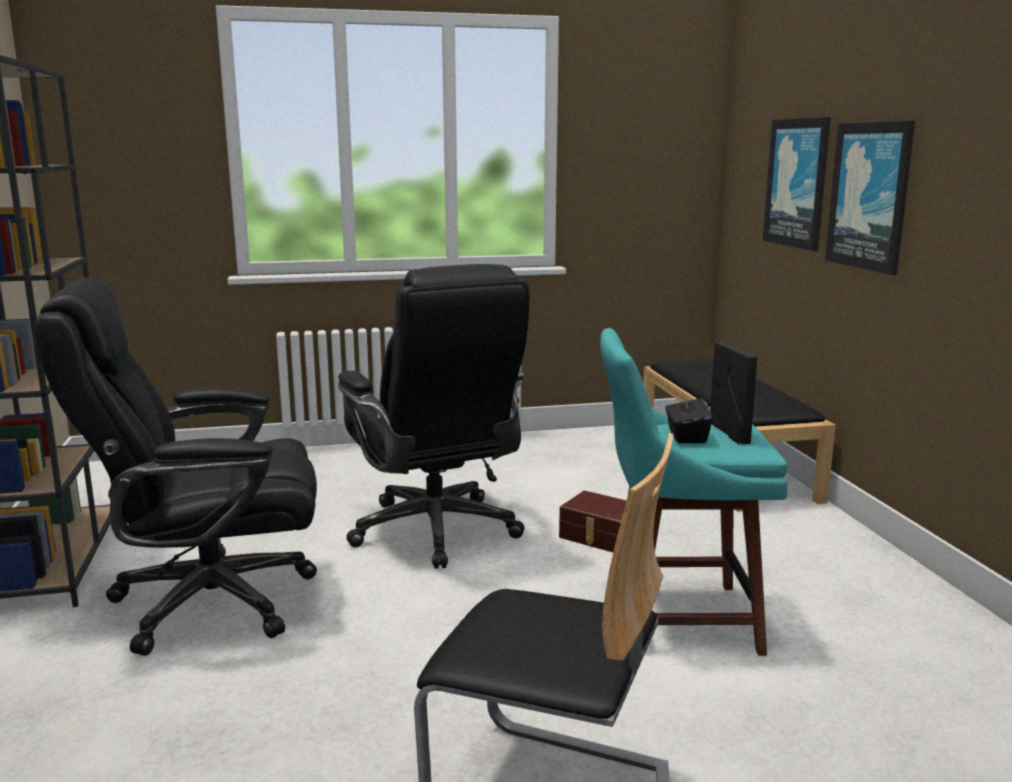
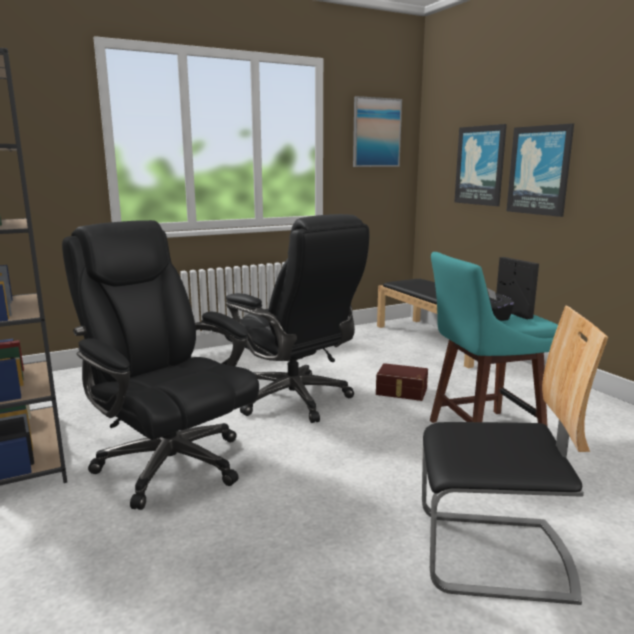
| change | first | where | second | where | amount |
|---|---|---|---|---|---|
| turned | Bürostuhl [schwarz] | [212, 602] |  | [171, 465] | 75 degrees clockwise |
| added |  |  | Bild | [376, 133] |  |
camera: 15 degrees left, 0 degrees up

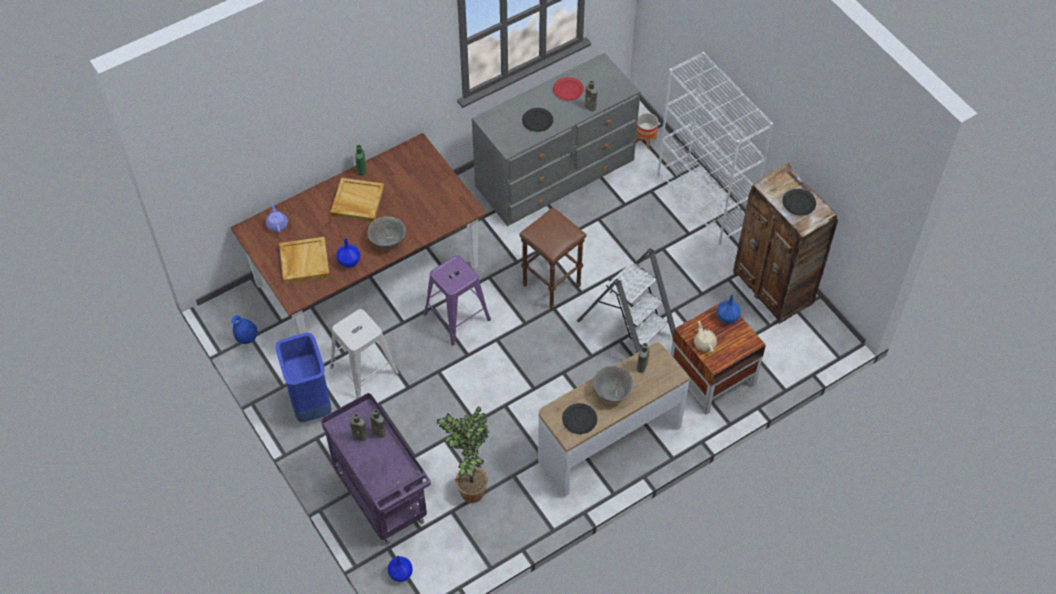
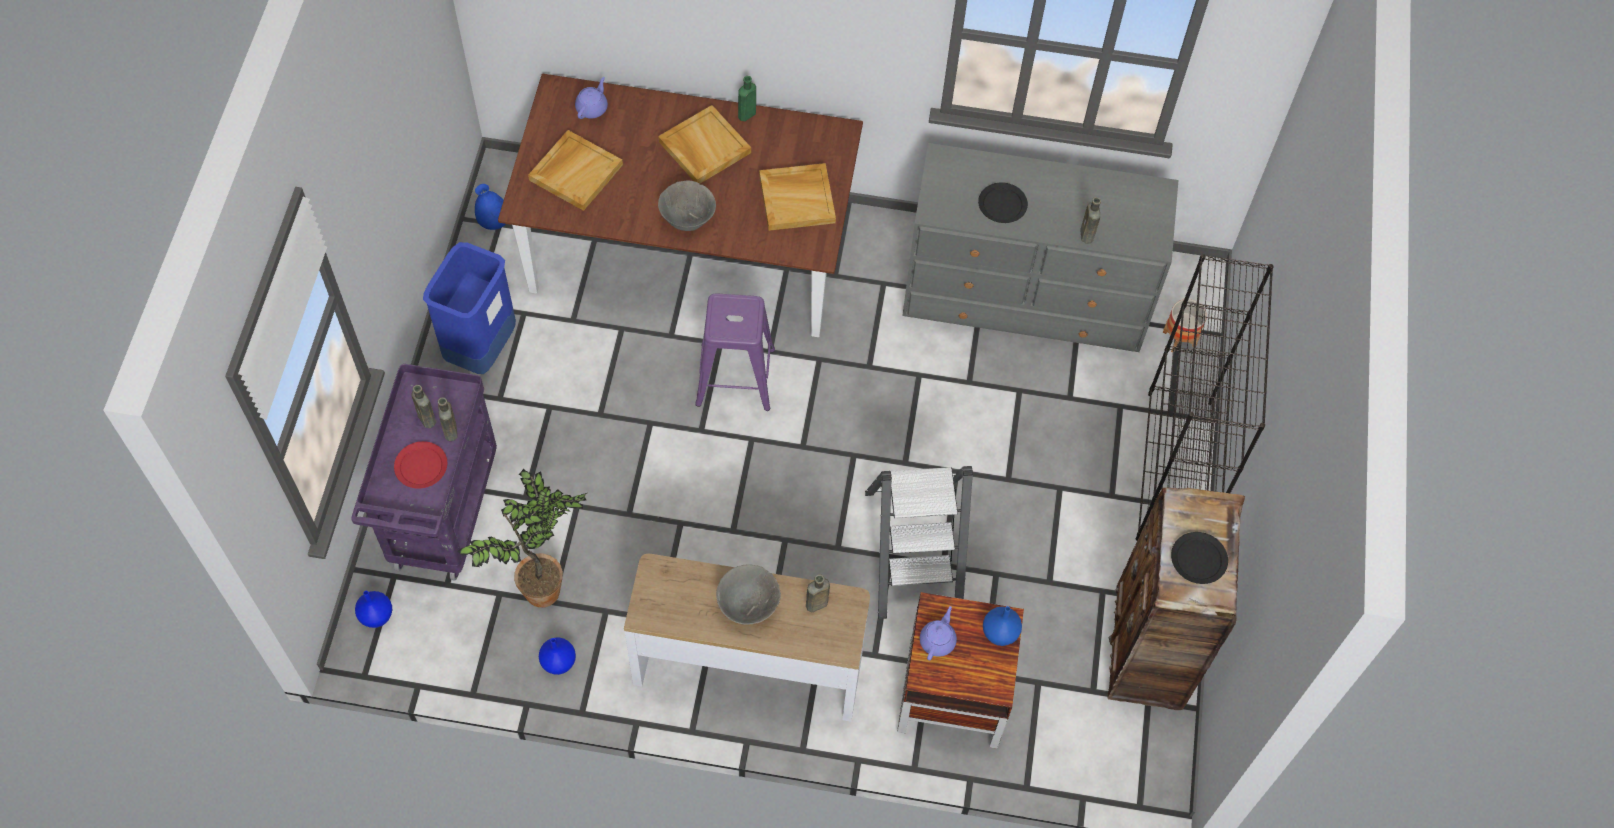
| change | first | where | second | where | amount |
|---|---|---|---|---|---|
| moved | Teller [rot] | [568, 90] |  | [421, 466] |  |
| moved | Vase [blau] | [349, 262] |  | [558, 663] |  |
| added |  |  | Tablett [beige] | [797, 198] |  |
| recoloured | Teekanne [beige] | [704, 343] | Teekanne [lila] | [937, 640] |  |
| recoloured | Bücherregal [weiß] | [704, 201] | Bücherregal [schwarz] | [1174, 471] |  |
| removed | Hocker [weiß] | [364, 370] |  |  |  |
| removed | Hocker [braun] | [553, 284] |  |  |  |
| removed | Teller [schwarz] | [579, 419] |  |  |  |
camera: 40 degrees right, 5 degrees up

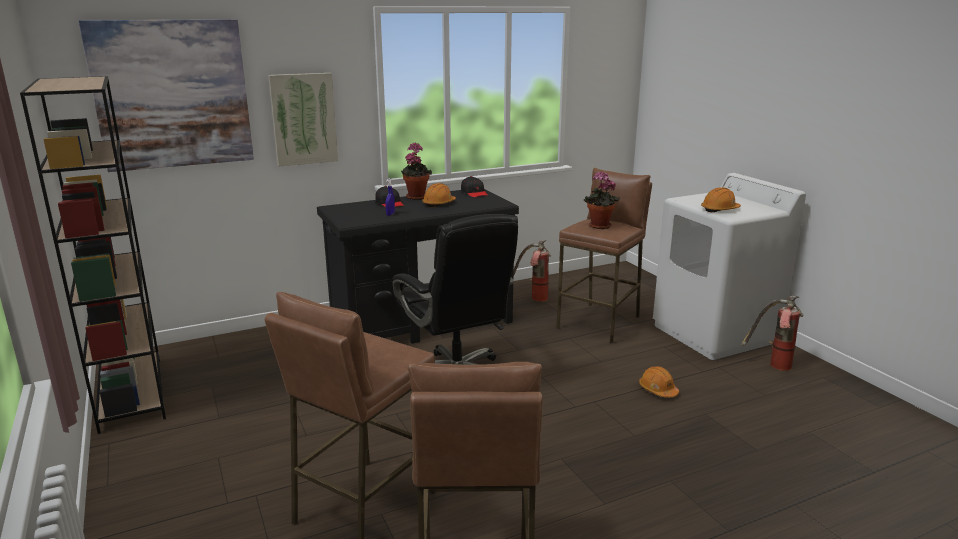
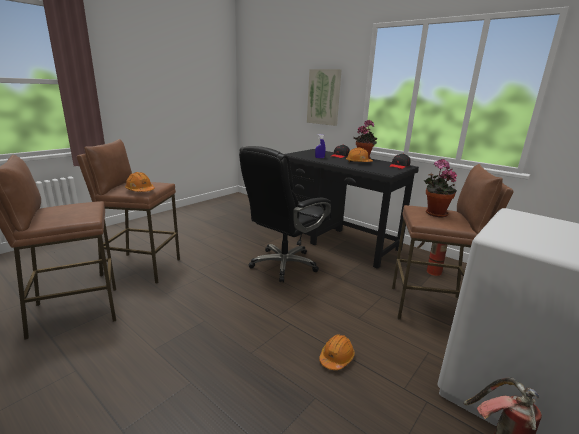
| change | first | where | second | where | amount |
|---|---|---|---|---|---|
| moved | Schutzhelm [orange] | [719, 210] |  | [140, 190] |  |
| removed | Bücherregal [beige] | [131, 394] |  |  |  |
| removed | Bild | [172, 94] |  |  |  |
camera: 65 degrees right, 0 degrees up

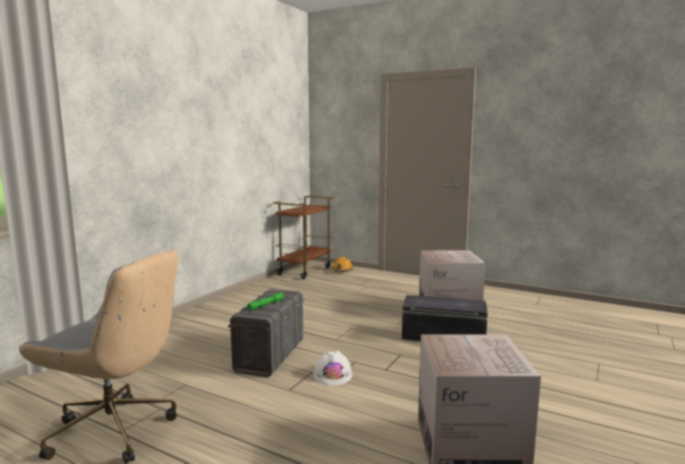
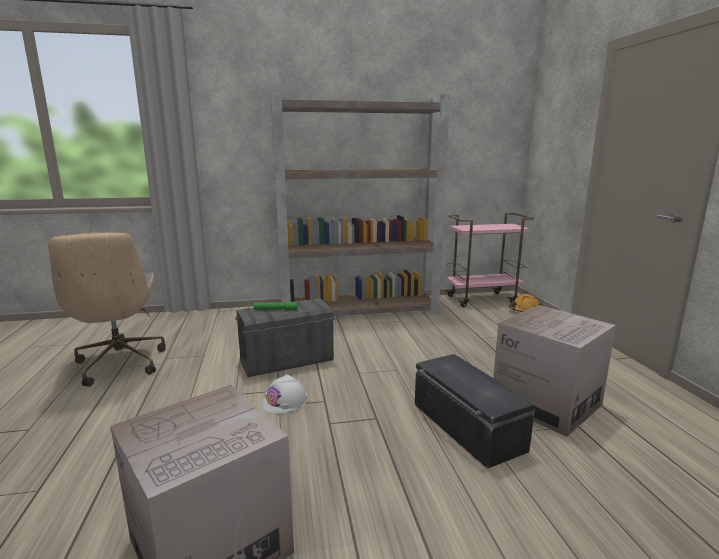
| change | first | where | second | where | amount |
|---|---|---|---|---|---|
| added |  |  | Bücherregal [braun] | [358, 309] |  |
| recoloured | Rollwagen [braun] | [305, 271] | Rollwagen [rosa] | [483, 299] |  |
camera: 50 degrees right, 5 degrees up

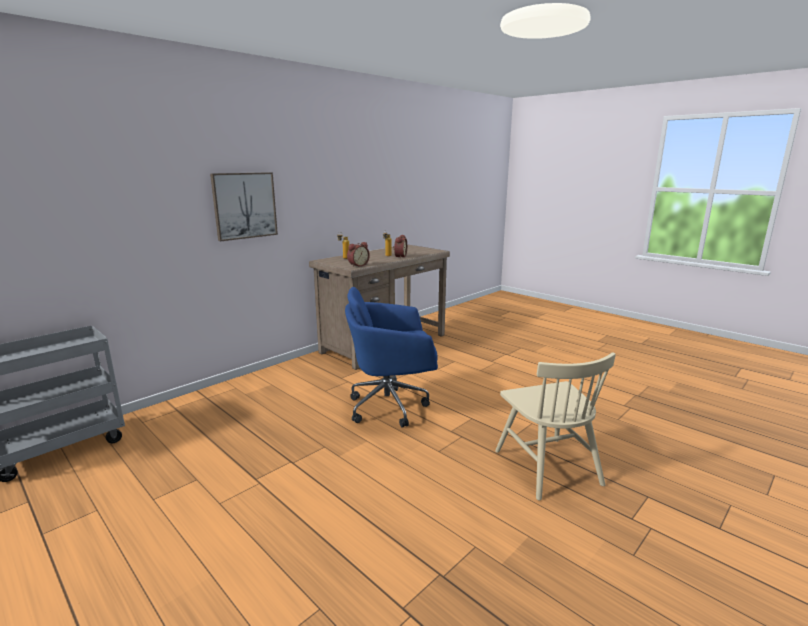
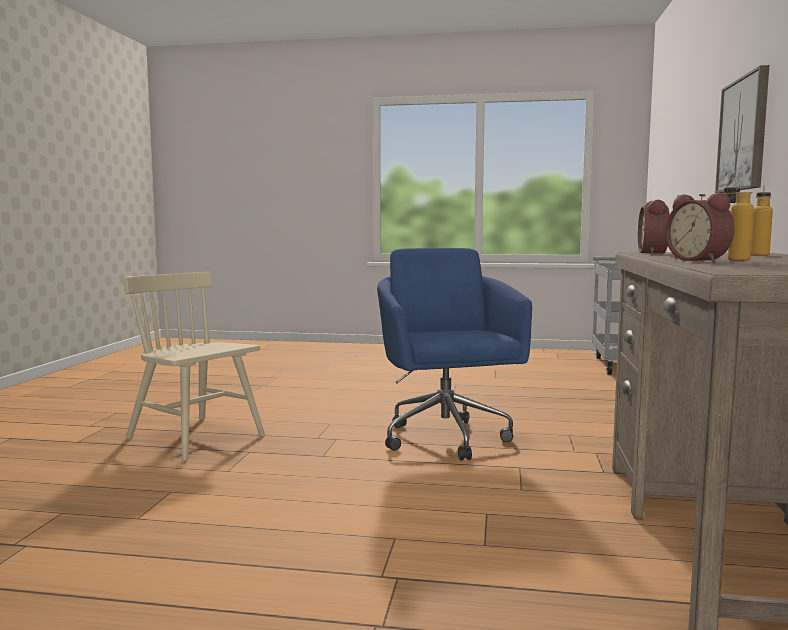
| change | first | where | second | where | amount |
|---|---|---|---|---|---|
| turned | Bürostuhl [blau] | [391, 407] |  | [447, 441] | 60 degrees counterclockwise |
camera: 145 degrees right, 10 degrees down

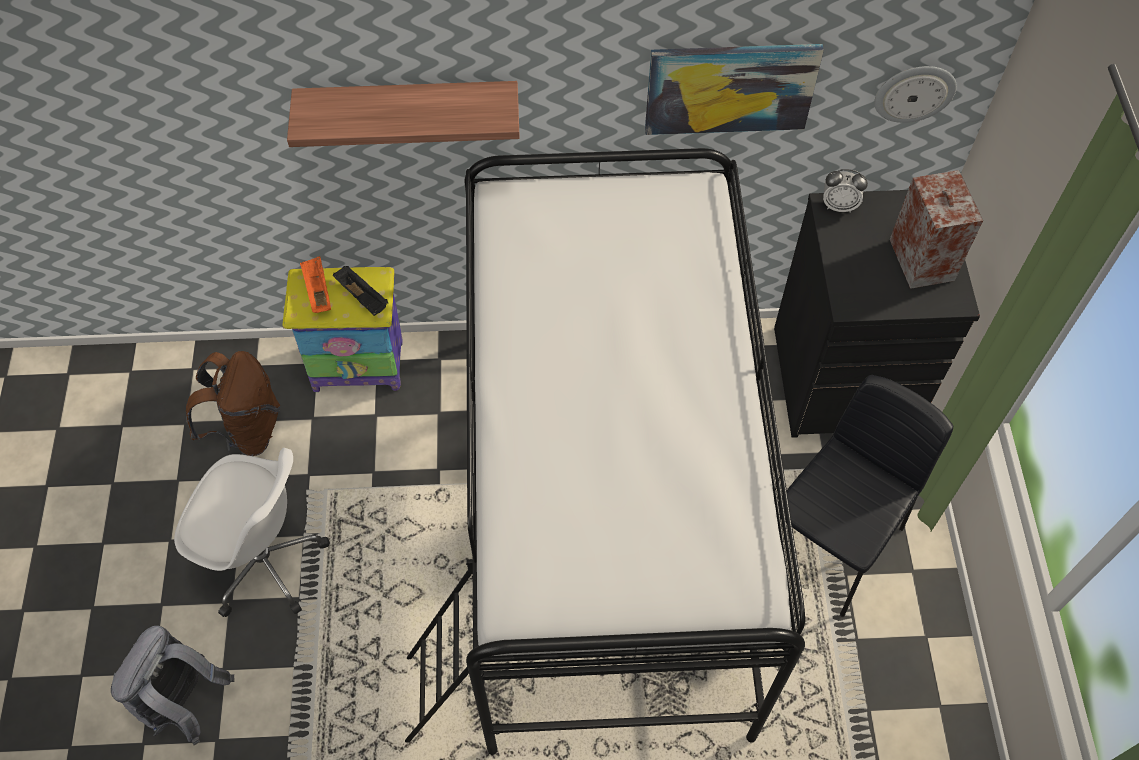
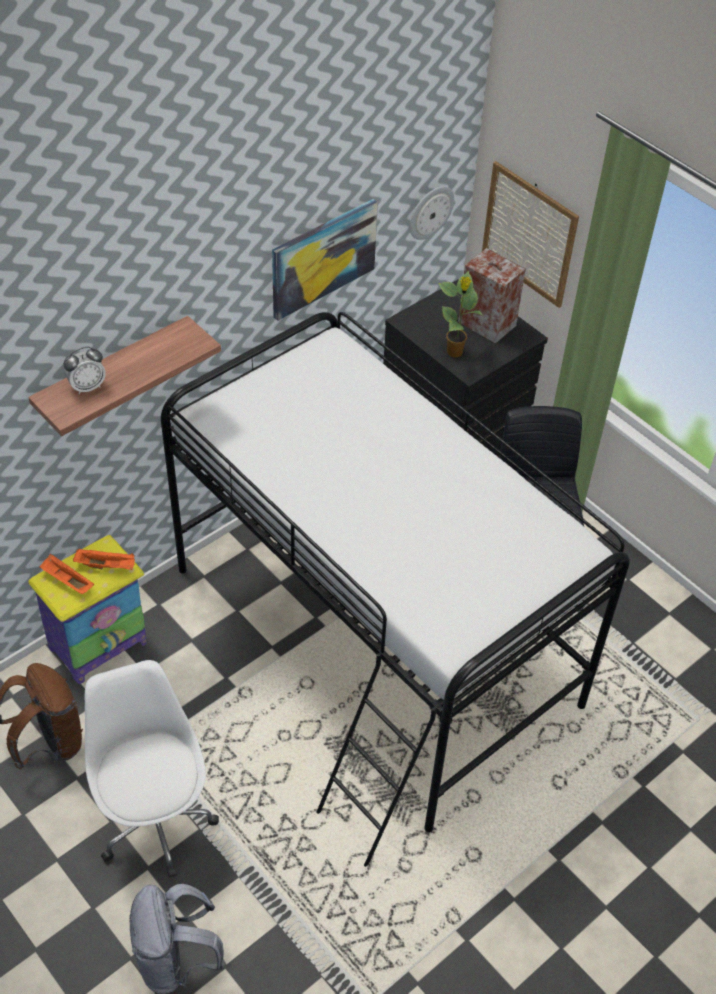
| change | first | where | second | where | amount |
|---|---|---|---|---|---|
| moved | Wecker | [839, 205] |  | [87, 386] |  |
| recoloured | Tablett [schwarz] | [363, 297] | Tablett [orange] | [106, 565] |  |
| turned | Bürostuhl [weiß] | [270, 565] |  | [156, 822] | 90 degrees counterclockwise |
| added |  |  | Topfpflanze | [455, 352] |  |
| added |  |  | Bild | [529, 232] |  |
camera: 40 degrees left, 10 degrees down

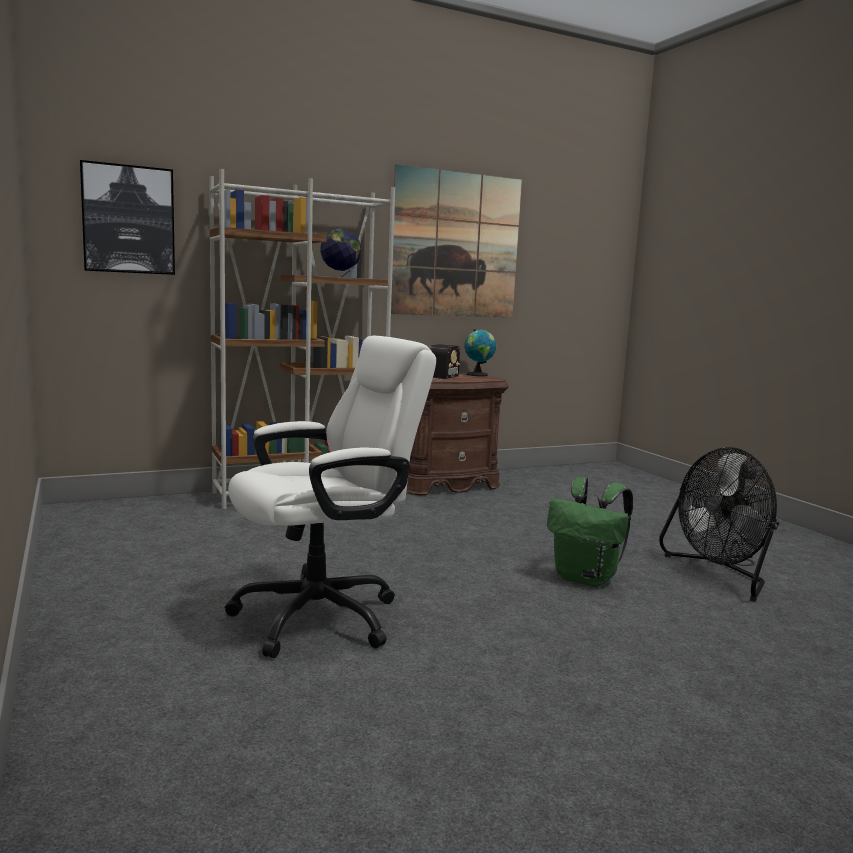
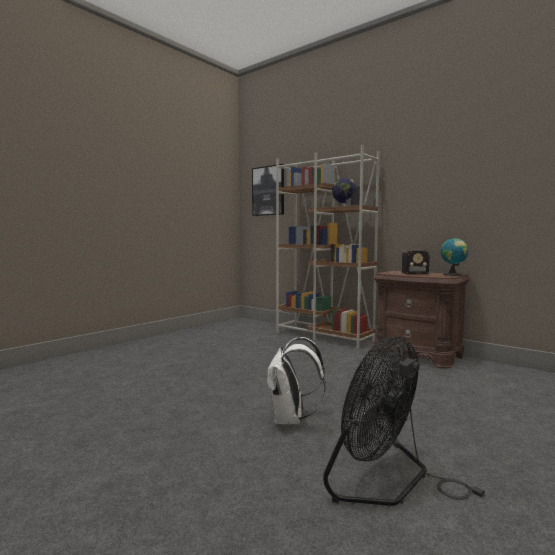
| change | first | where | second | where | amount |
|---|---|---|---|---|---|
| recoloured | Rucksack [grün] | [586, 578] | Rucksack [weiß] | [291, 419] |  |
| removed | Bürostuhl [weiß] | [324, 616] |  |  |  |
| removed | Bild | [456, 245] |  |  |  |
camera: 65 degrees right, 5 degrees down

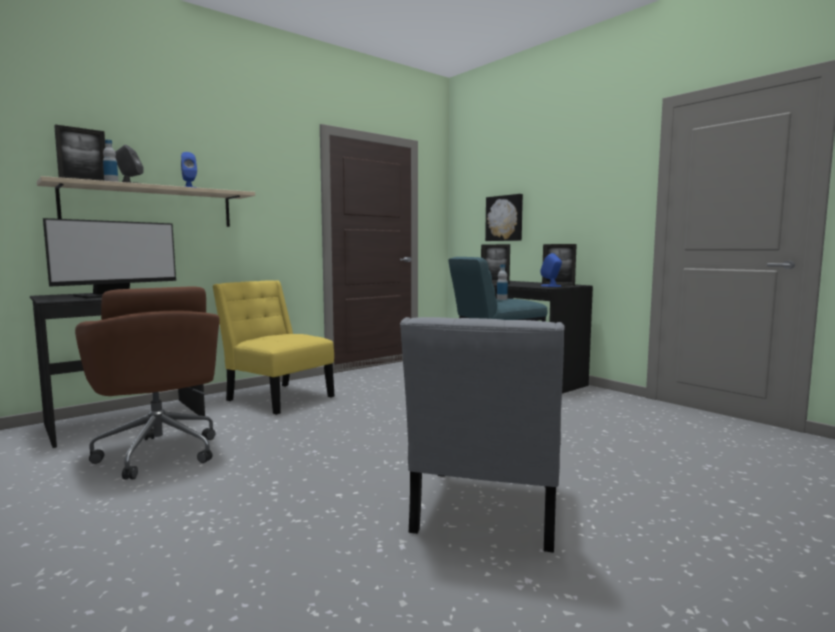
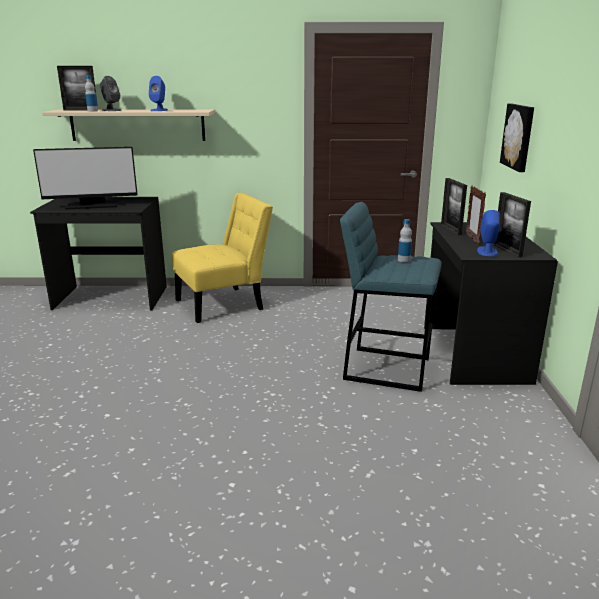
| change | first | where | second | where | amount |
|---|---|---|---|---|---|
| turned | Stuhl [gelb] | [277, 397] |  | [224, 304] | 75 degrees clockwise |
| added |  |  | Bilderrahmen | [472, 239] |  |
| removed | Bürostuhl [braun] | [157, 453] |  |  |  |
| removed | Stuhl [grau] | [485, 513] |  |  |  |
camera: 40 degrees right, 15 degrees up

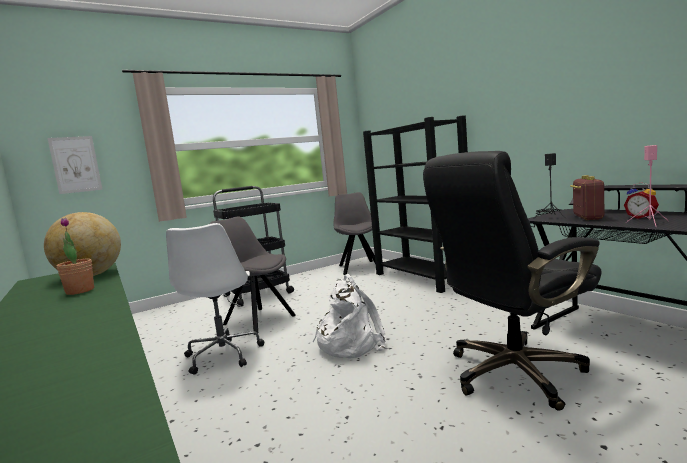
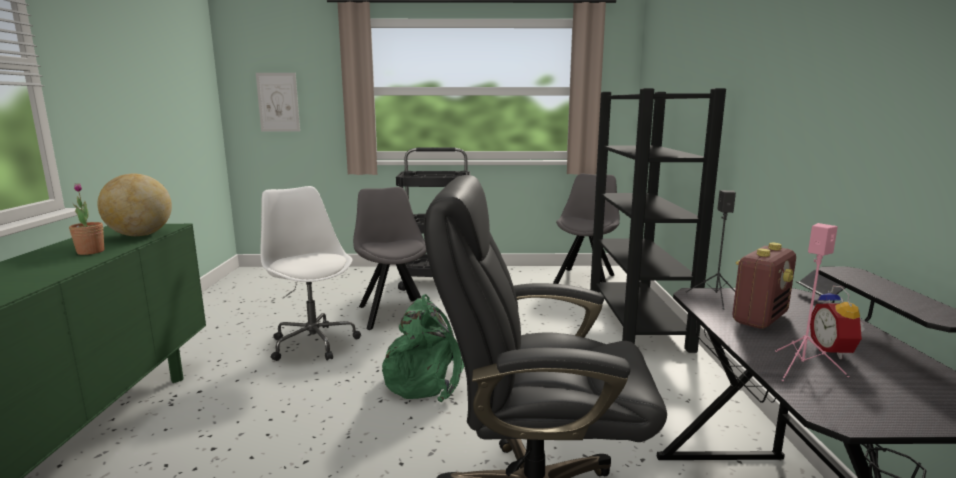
| change | first | where | second | where | amount |
|---|---|---|---|---|---|
| turned | Bürostuhl [weiß] | [223, 356] |  | [313, 343] | 120 degrees clockwise |
| recoloured | Rucksack [weiß] | [350, 344] | Rucksack [grün] | [427, 379] |  |
camera: 30 degrees right, 5 degrees up

